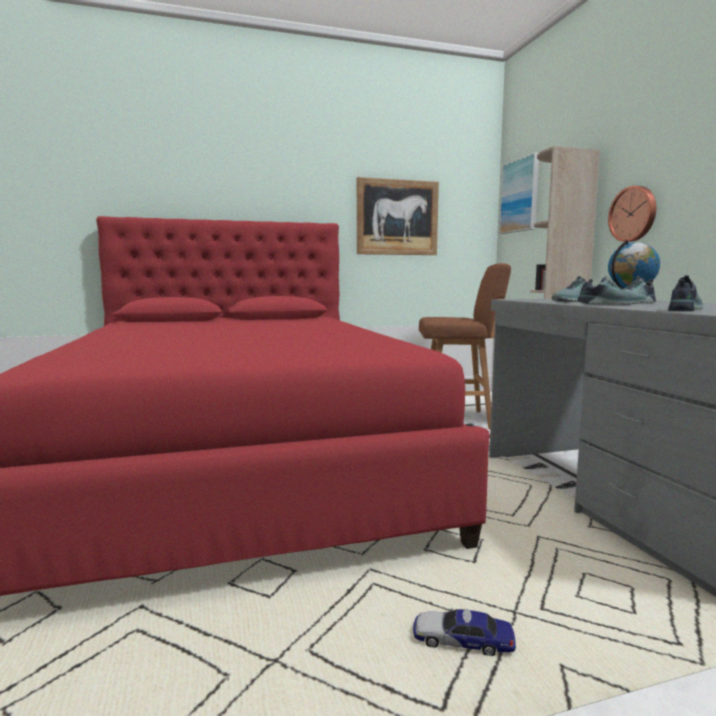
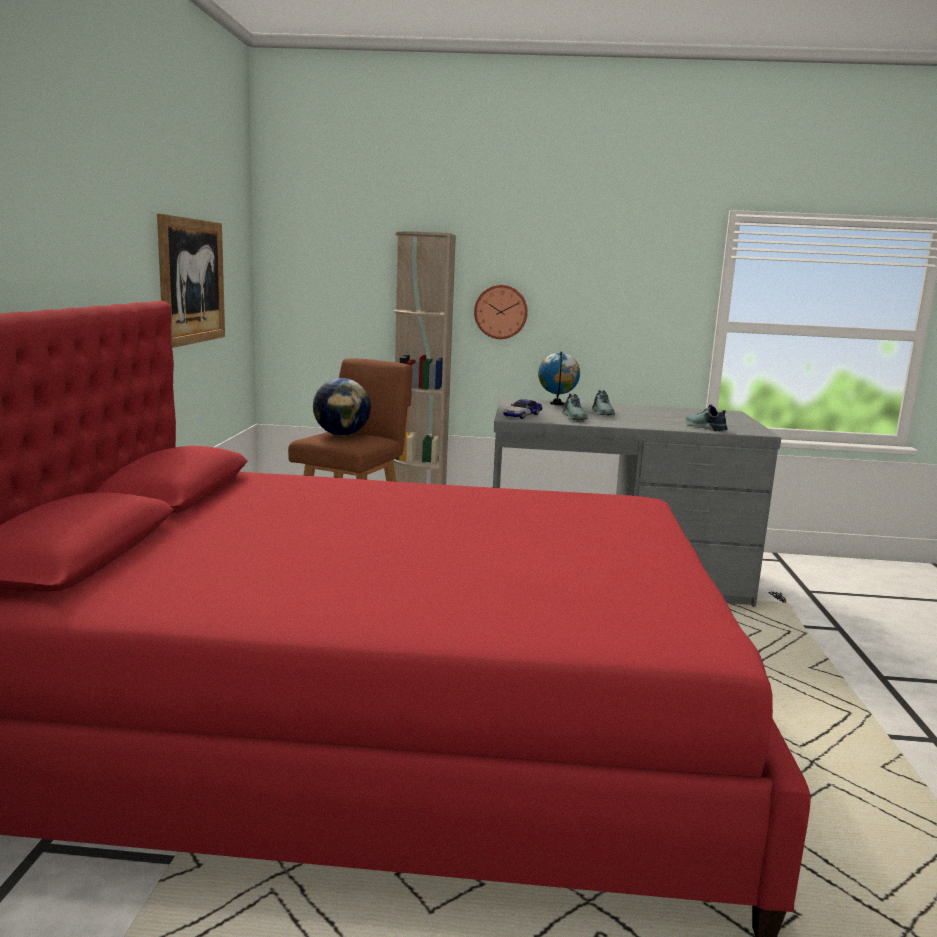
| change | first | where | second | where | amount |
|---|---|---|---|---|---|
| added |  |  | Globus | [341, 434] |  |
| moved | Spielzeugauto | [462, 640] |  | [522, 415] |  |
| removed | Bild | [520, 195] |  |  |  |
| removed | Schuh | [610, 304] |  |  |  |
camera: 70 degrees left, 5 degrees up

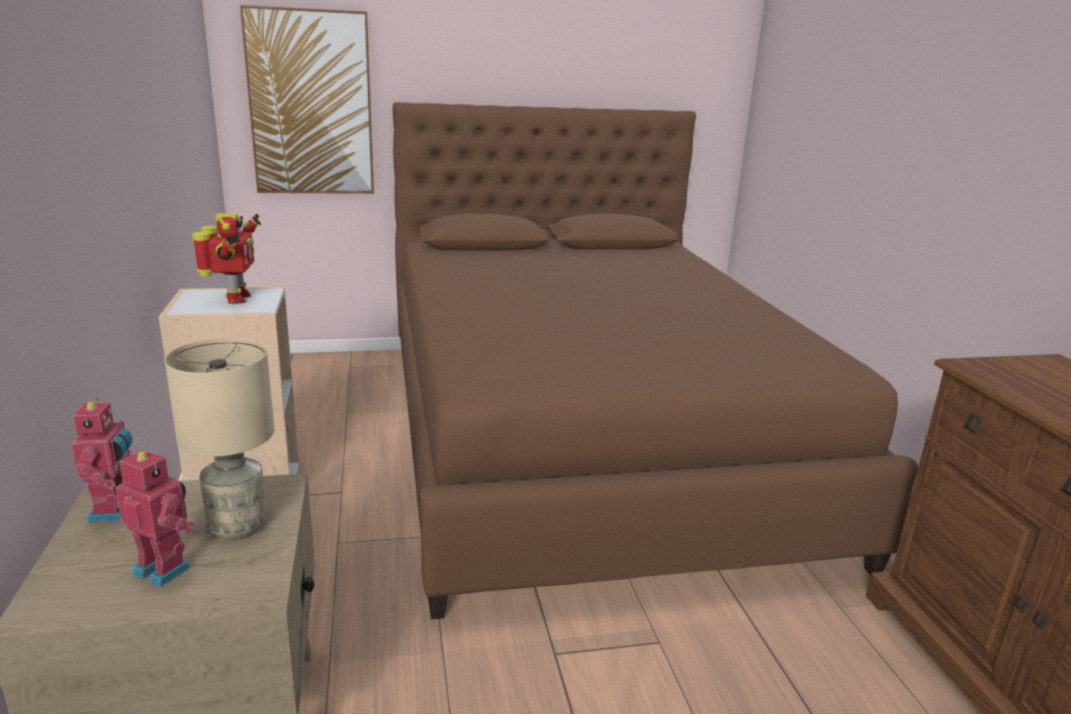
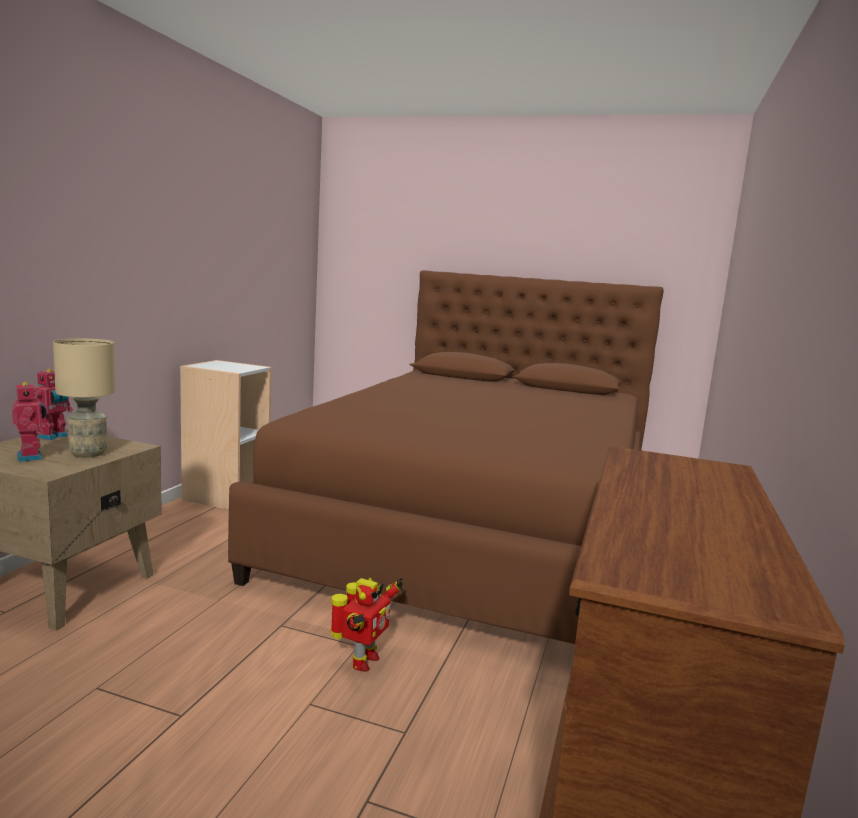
| change | first | where | second | where | amount |
|---|---|---|---|---|---|
| moved | Spielzeugroboter | [235, 299] |  | [362, 661] |  |
| removed | Bild | [311, 104] |  |  |  |
camera: 30 degrees right, 10 degrees down

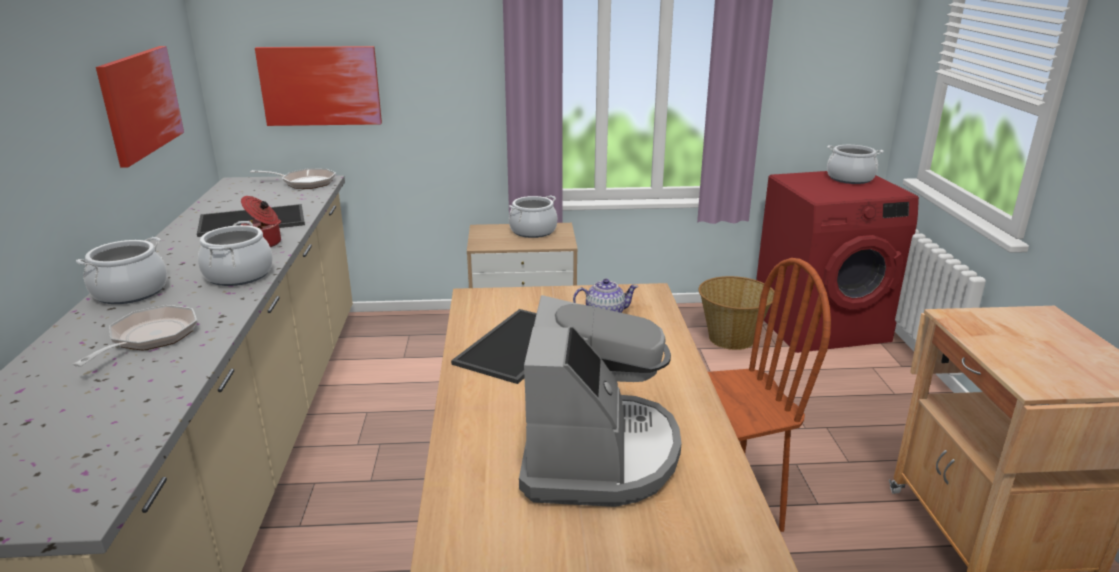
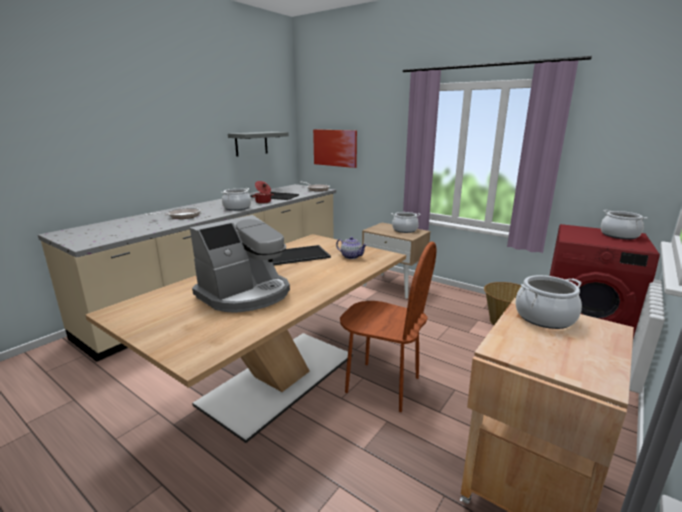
| change | first | where | second | where | amount |
|---|---|---|---|---|---|
| replaced | Bild | [140, 103] | Wandregal [grau] | [251, 143] |  |
| moved | Kochtopf | [131, 292] |  | [545, 317] |  |
camera: 40 degrees right, 5 degrees down

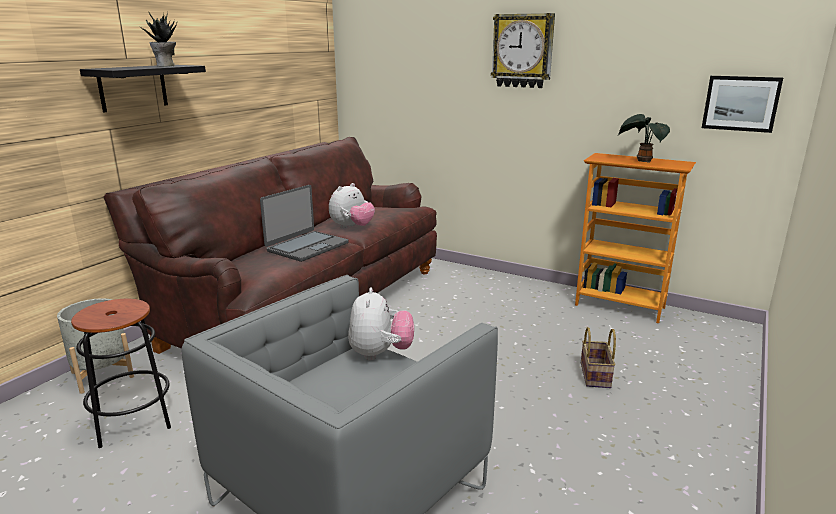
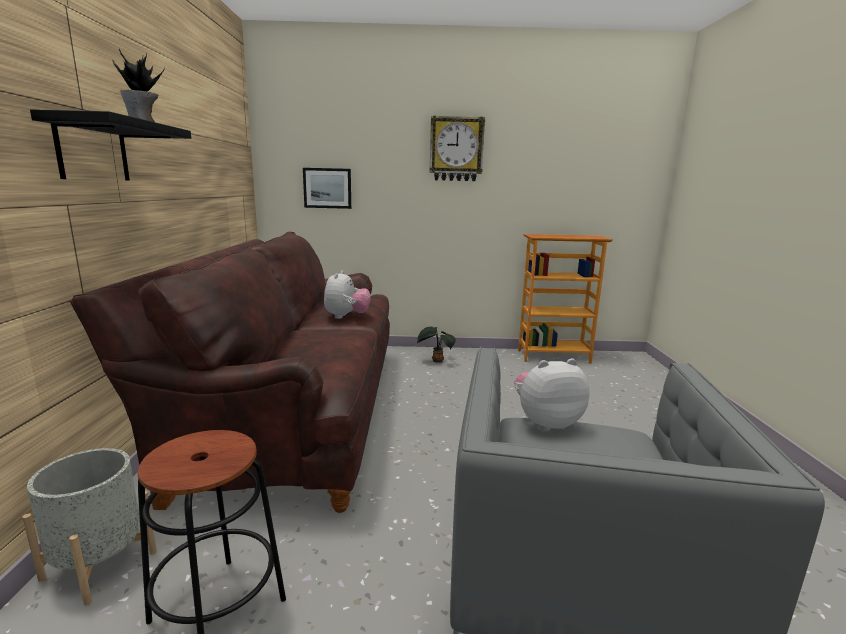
| change | first | where | second | where | amount |
|---|---|---|---|---|---|
| moved | Bild | [740, 103] |  | [327, 188] |  |
| moved | Topfpflanze | [642, 161] |  | [436, 361] |  |
| turned | Plüschtier | [380, 354] |  | [546, 423] | 75 degrees counterclockwise |
| removed | Laptop | [307, 247] |  |  |  |
| removed | Korb | [596, 376] |  |  |  |
camera: 30 degrees left, 5 degrees down

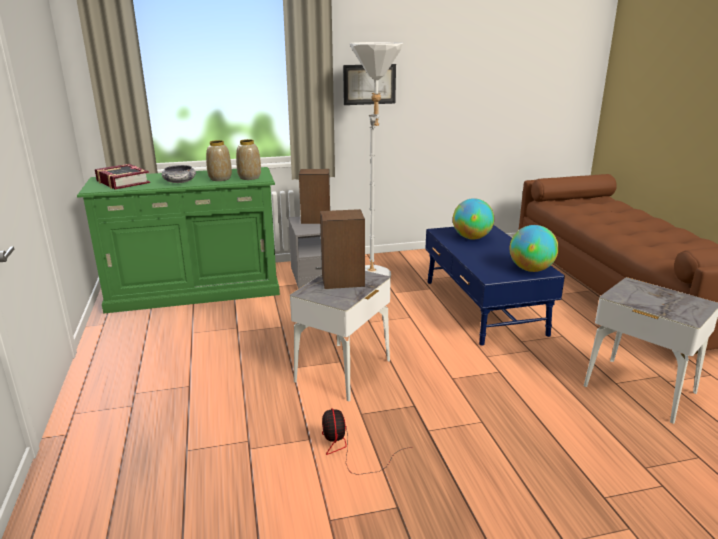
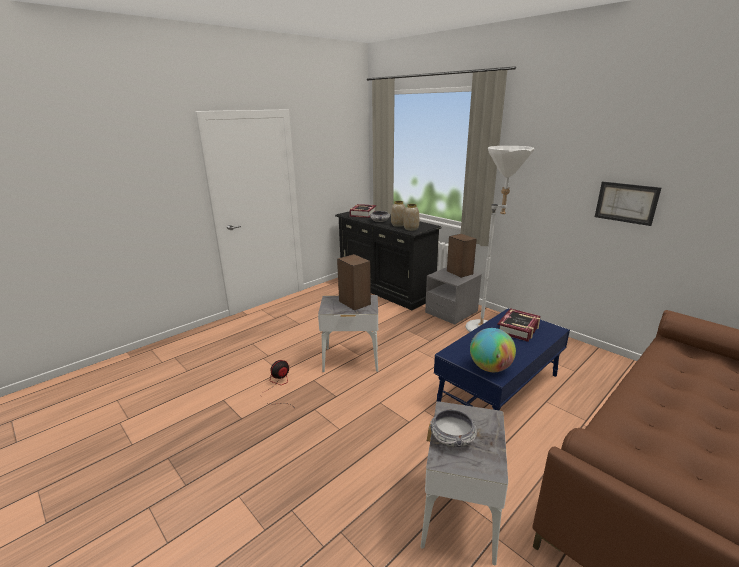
| change | first | where | second | where | amount |
|---|---|---|---|---|---|
| recoloured | Schrank [grün] | [195, 291] | Schrank [schwarz] | [385, 288] |  |
| added |  |  | Schüssel | [452, 437] |  |
| replaced | Globus | [472, 238] | Buch | [518, 329] |  |
| moved | Bild | [369, 84] |  | [626, 203] |  |
camera: 60 degrees right, 0 degrees up

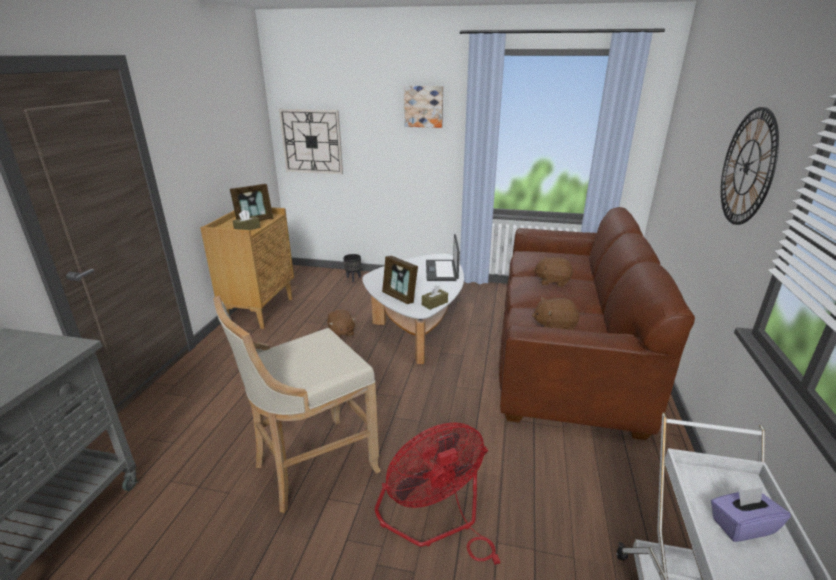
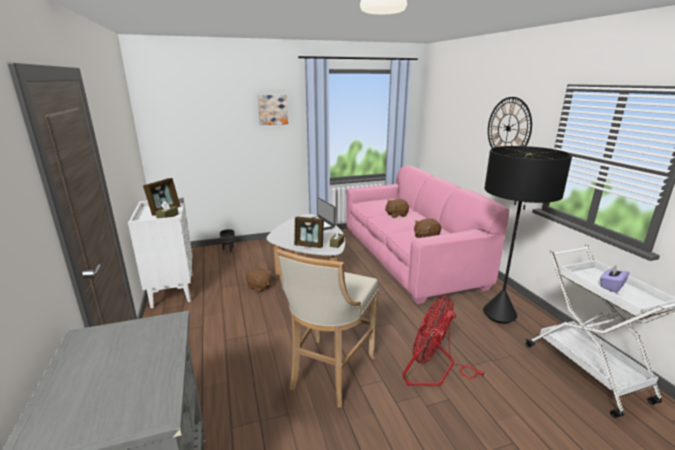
| change | first | where | second | where | amount |
|---|---|---|---|---|---|
| recoloured | Schrank [braun] | [261, 310] | Schrank [weiß] | [173, 290] |  |
| recoloured | Sofa [braun] | [564, 348] | Sofa [rosa] | [408, 257] |  |
| added |  |  | Stehlampe [schwarz] | [499, 316] |  |
| removed | Wanduhr | [312, 141] |  |  |  |
camera: 30 degrees left, 5 degrees down

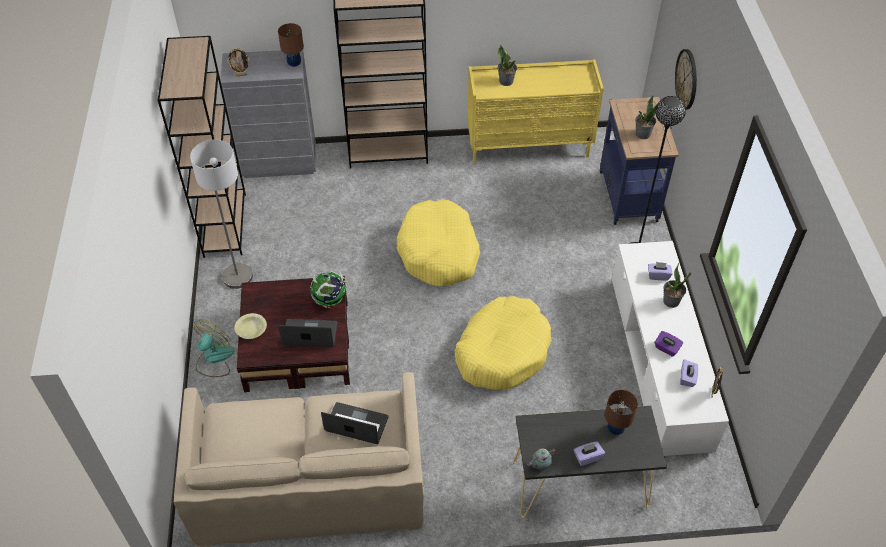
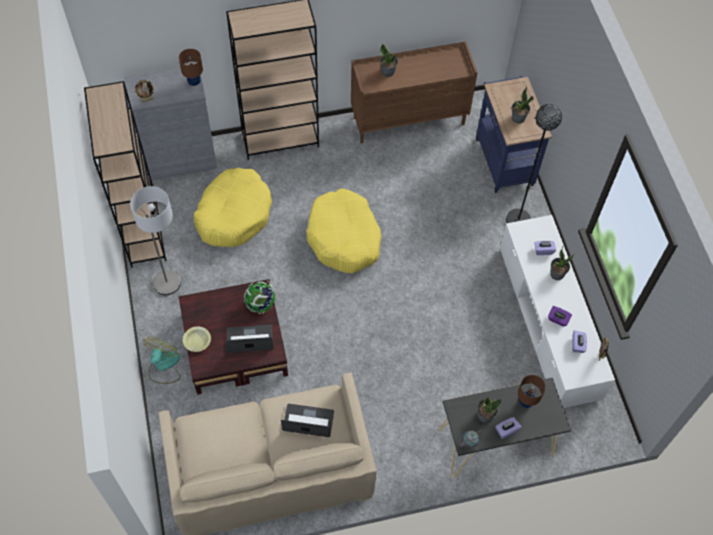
| change | first | where | second | where | amount |
|---|---|---|---|---|---|
| moved | Hundebett [gelb] | [502, 351] |  | [234, 214] |  |
| recoloured | Schrank [gelb] | [529, 148] | Schrank [braun] | [409, 121] |  |
| added |  |  | Topfpflanze | [485, 416] |  |
| removed | Wanduhr | [687, 79] |  |  |  |
camera: 10 degrees left, 10 degrees up

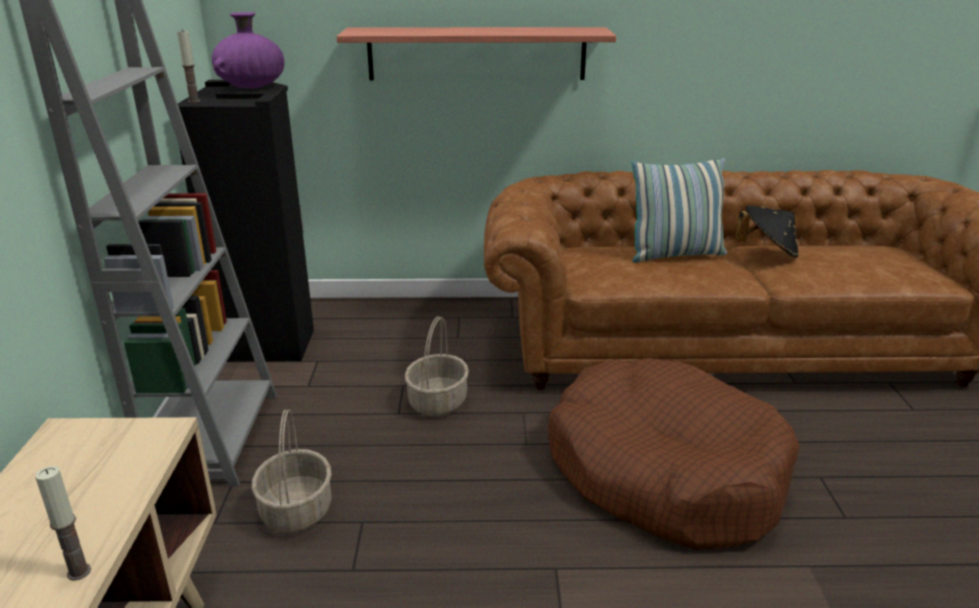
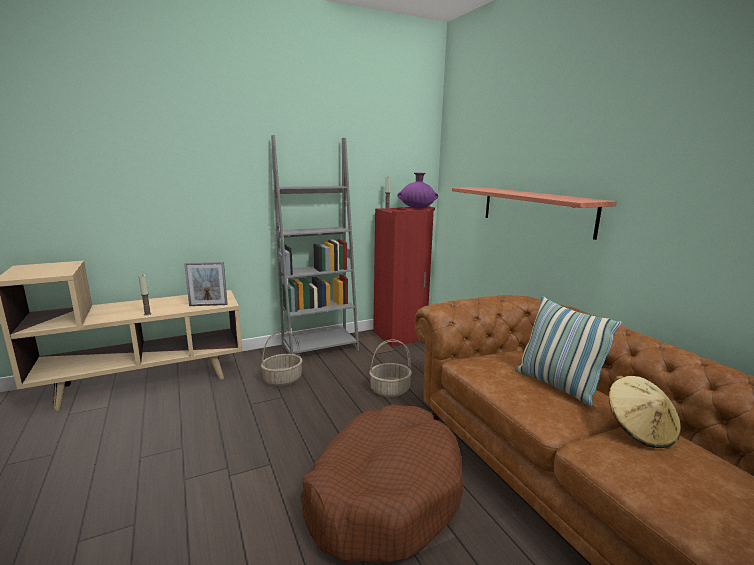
| change | first | where | second | where | amount |
|---|---|---|---|---|---|
| added |  |  | Bilderrahmen | [208, 305] |  |
| recoloured | Schrank [schwarz] | [269, 337] | Schrank [rot] | [403, 334] |  |
| recoloured | Hut [schwarz] | [767, 252] | Hut [beige] | [639, 430] |  |
camera: 65 degrees right, 10 degrees down

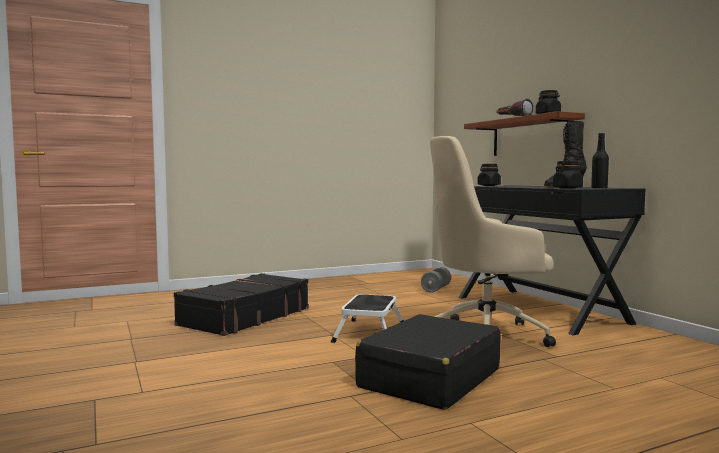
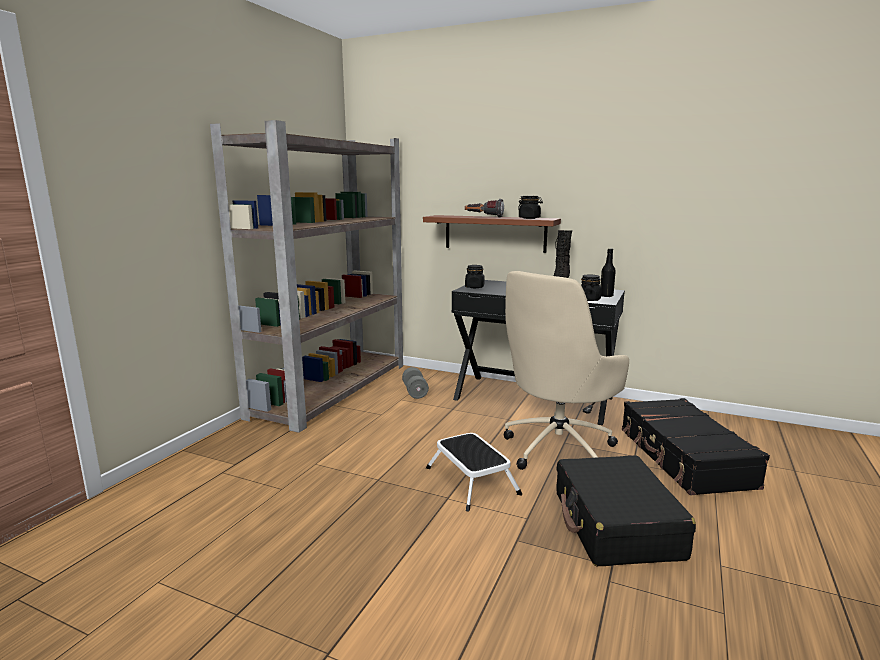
| change | first | where | second | where | amount |
|---|---|---|---|---|---|
| added |  |  | Bücherregal [braun] | [332, 389] |  |
| moved | Koffer [schwarz] | [244, 317] |  | [683, 458] |  |
camera: 40 degrees left, 10 degrees up

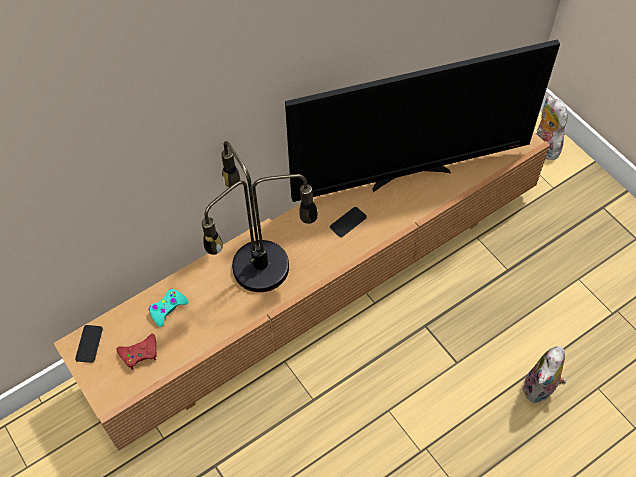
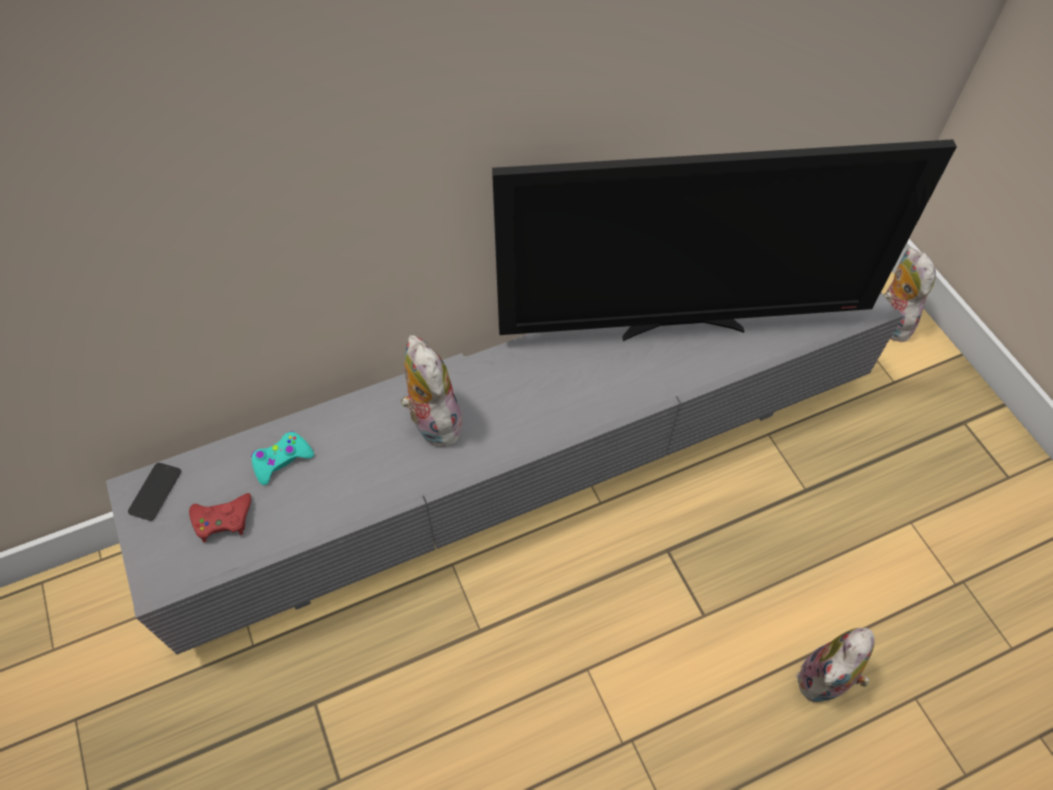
| change | first | where | second | where | amount |
|---|---|---|---|---|---|
| recoloured | Fernsehschrank [braun] | [318, 284] | Fernsehschrank [grau] | [525, 460] |  |
| replaced | Tischlampe | [260, 266] | Plüschtier | [432, 421] |  |
| removed | Handy | [348, 222] |  |  |  |
camera: 10 degrees right, 0 degrees up

